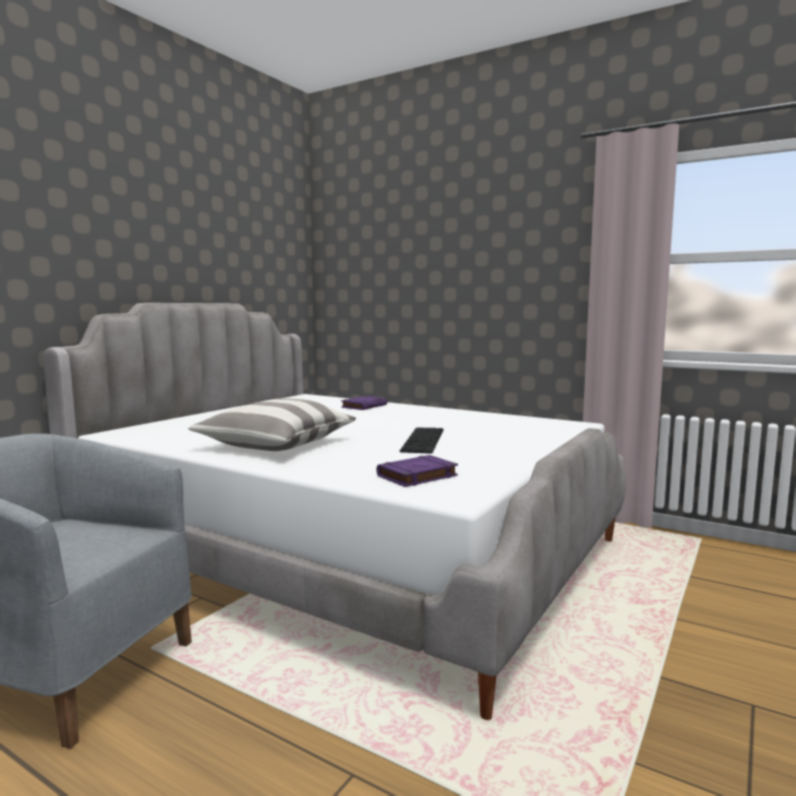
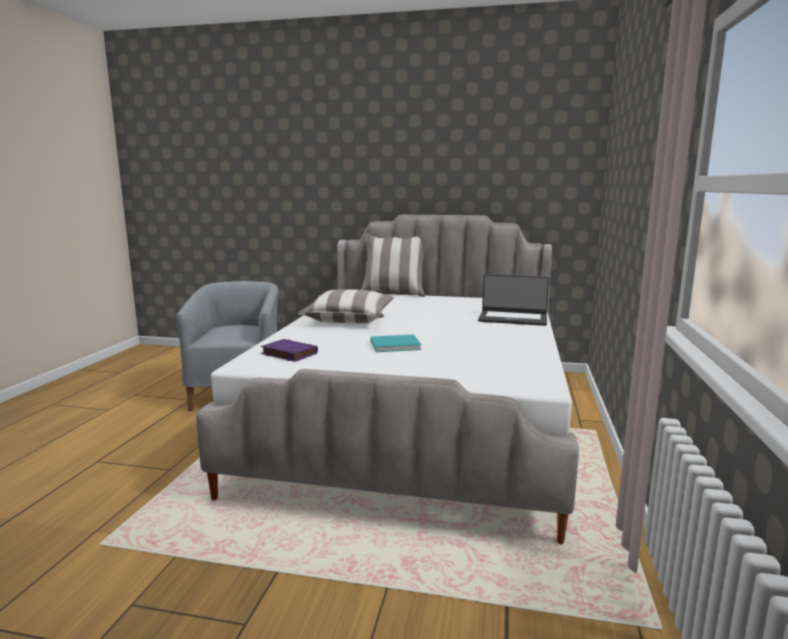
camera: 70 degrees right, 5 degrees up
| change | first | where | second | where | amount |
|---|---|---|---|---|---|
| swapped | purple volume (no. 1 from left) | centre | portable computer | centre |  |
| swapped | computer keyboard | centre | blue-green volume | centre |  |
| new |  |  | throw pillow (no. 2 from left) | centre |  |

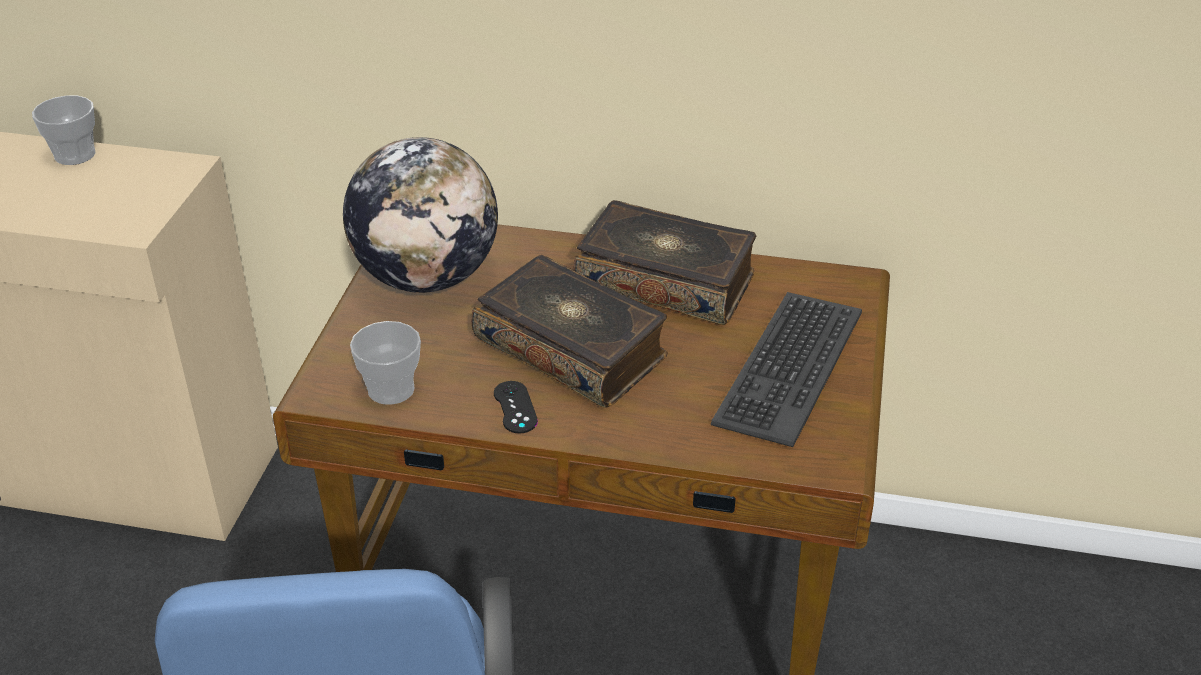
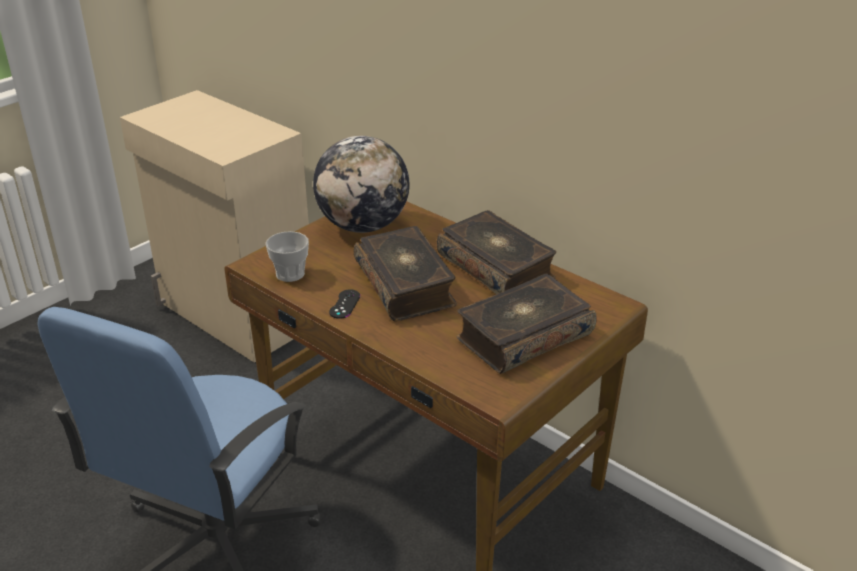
camera: 30 degrees right, 5 degrees down
| change | first | where | second | where | amount |
|---|---|---|---|---|---|
| gone | cup (no. 1 from left) | top left |  |  |  |
| swapped | computer keyboard | centre | volume (no. 3 from left) | centre |  |

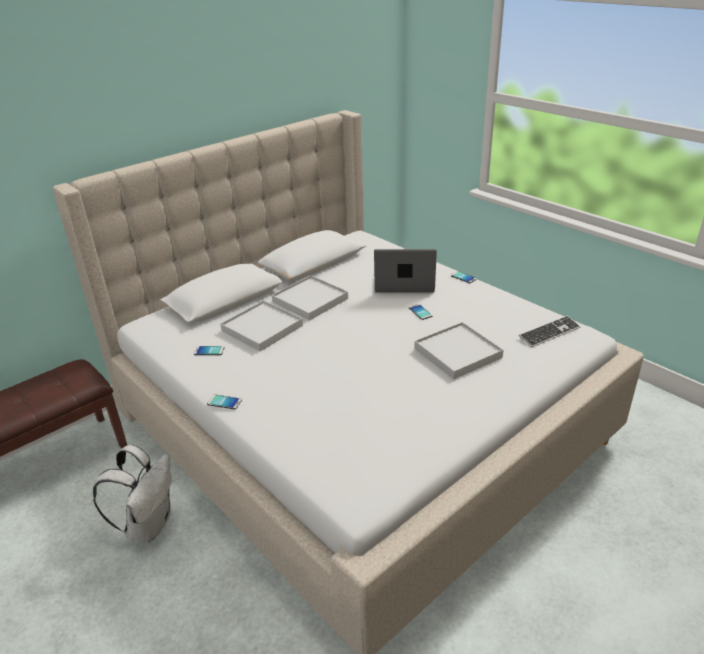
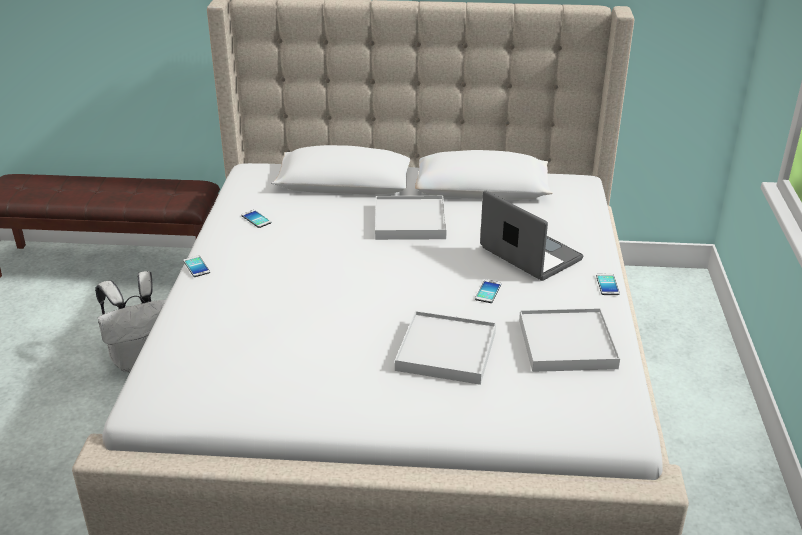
camera: 45 degrees right, 0 degrees up
| change | first | where | second | where | amount |
|---|---|---|---|---|---|
| shifted | white-coloured carrying tray (no. 1 from left in the first image) | centre | white-coloured carrying tray (no. 3 from left) | middle right |  |
| gone | computer keyboard | middle right |  |  |  |

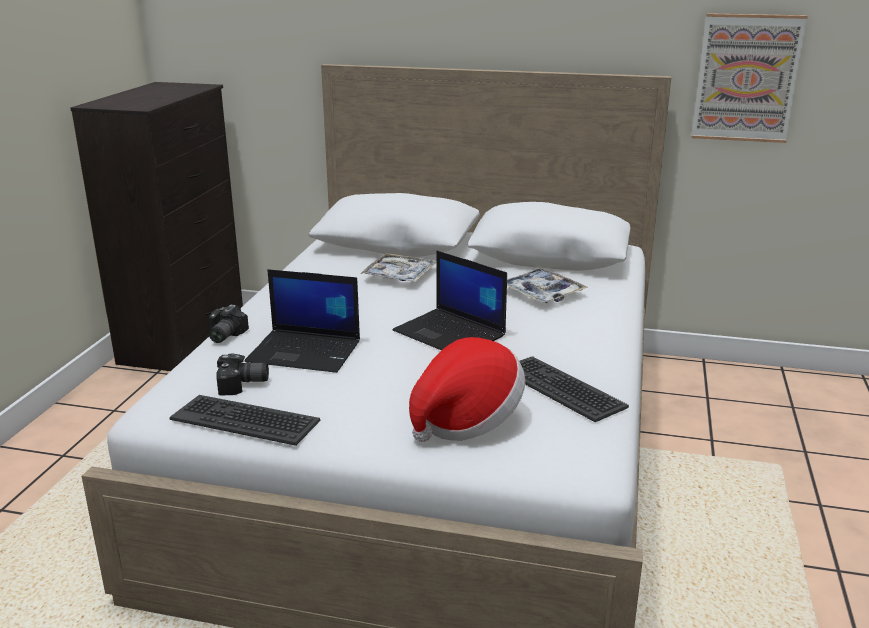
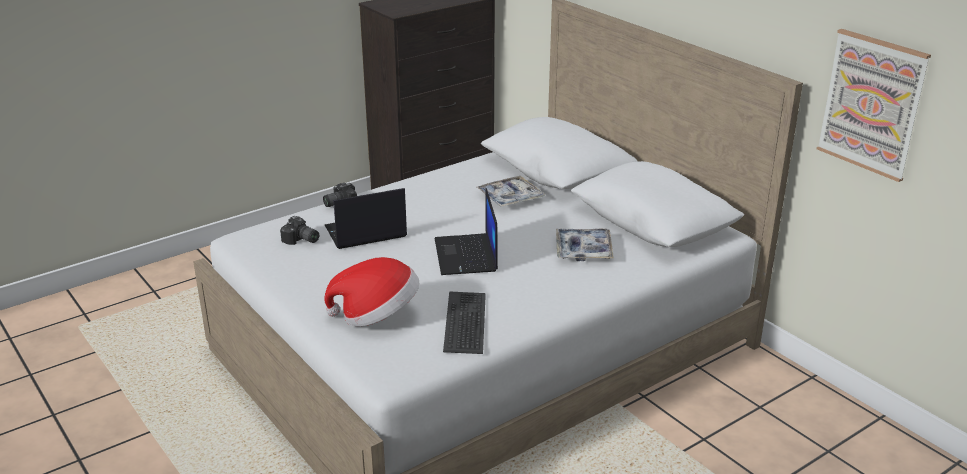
camera: 40 degrees right, 5 degrees up
| change | first | where | second | where | amount |
|---|---|---|---|---|---|
| gone | computer keyboard (no. 1 from left) | bottom left |  |  |  |
| rotated | portable computer (no. 1 from left) | centre |  | centre | 105 degrees clockwise |

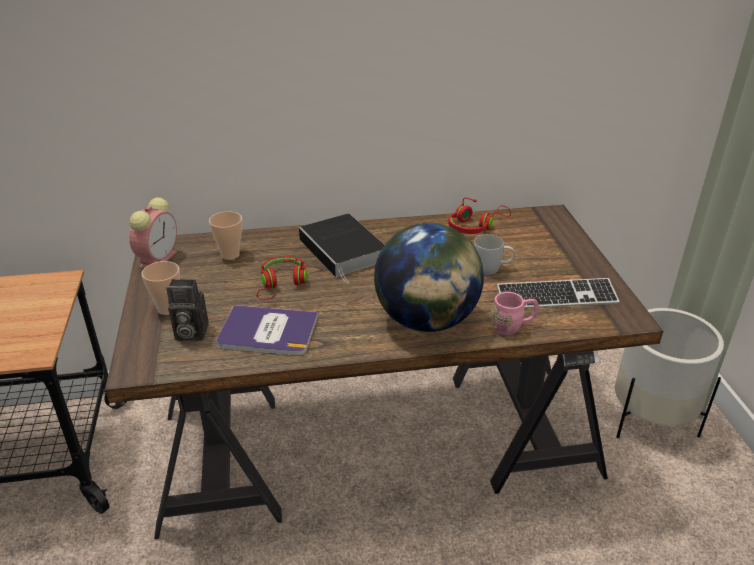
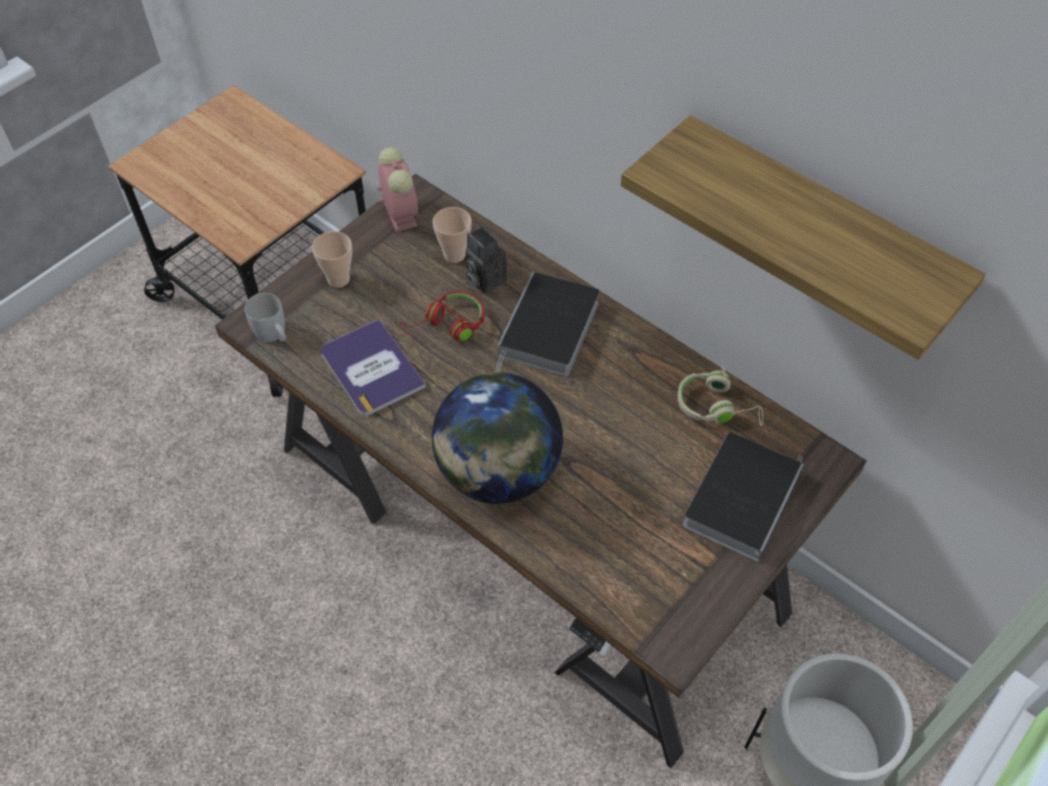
camera: 50 degrees right, 20 degrees up
| change | first | where | second | where | amount |
|---|---|---|---|---|---|
| rotated | bedside clock | middle left |  | top centre | 90 degrees counterclockwise |
| shifted | photo camera | middle left |  | top centre |  |
| repainted | red-coloured headphones (no. 2 from left) | centre | beige headphones | middle right |  |
| shifted | white-coloured coffee mug | centre |  | middle left |  |
| gone | pink coffee mug | middle right |  |  |  |
| gone | computer keyboard | middle right |  |  |  |
| new |  |  | wall shelf | top right |  |
| new |  |  | volume (no. 3 from left) | middle right |  |

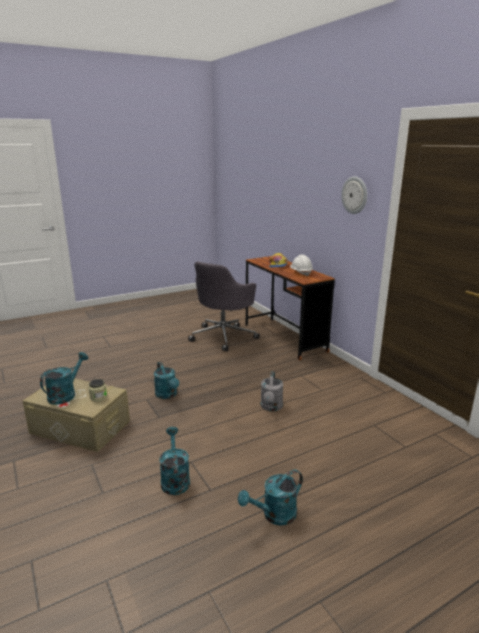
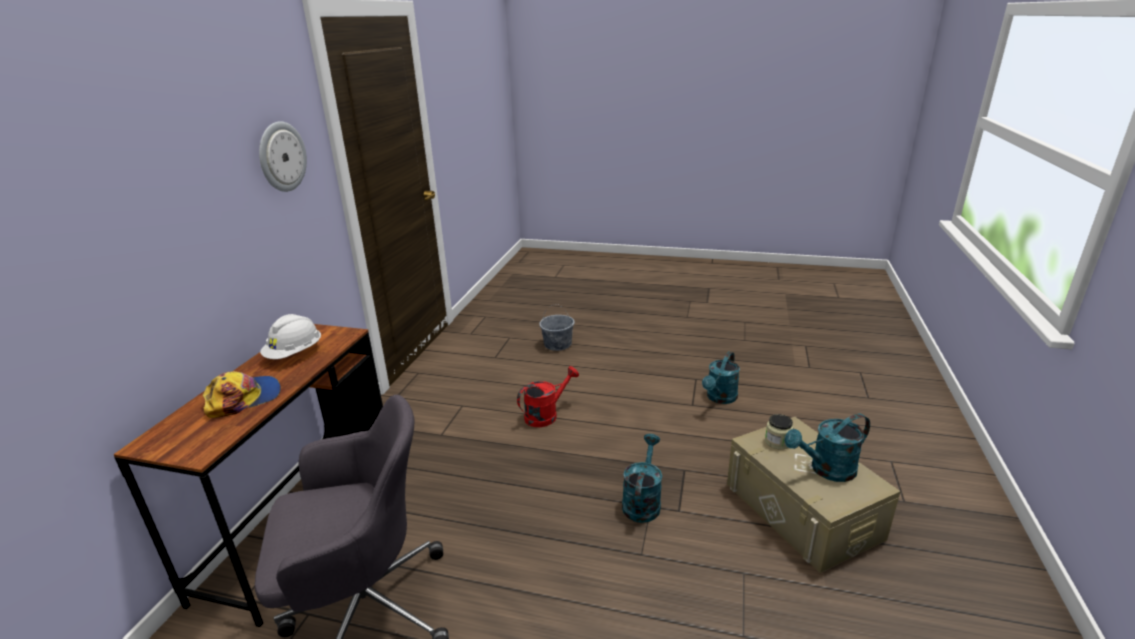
camera: 135 degrees left, 5 degrees up
| change | first | where | second | where | amount |
|---|---|---|---|---|---|
| gone | blue-green watering pot (no. 4 from left) | bottom centre |  |  |  |
| repainted | greyish watering pot | centre | red-coloured watering pot | centre |  |
| new |  |  | greyish pail | centre |  |

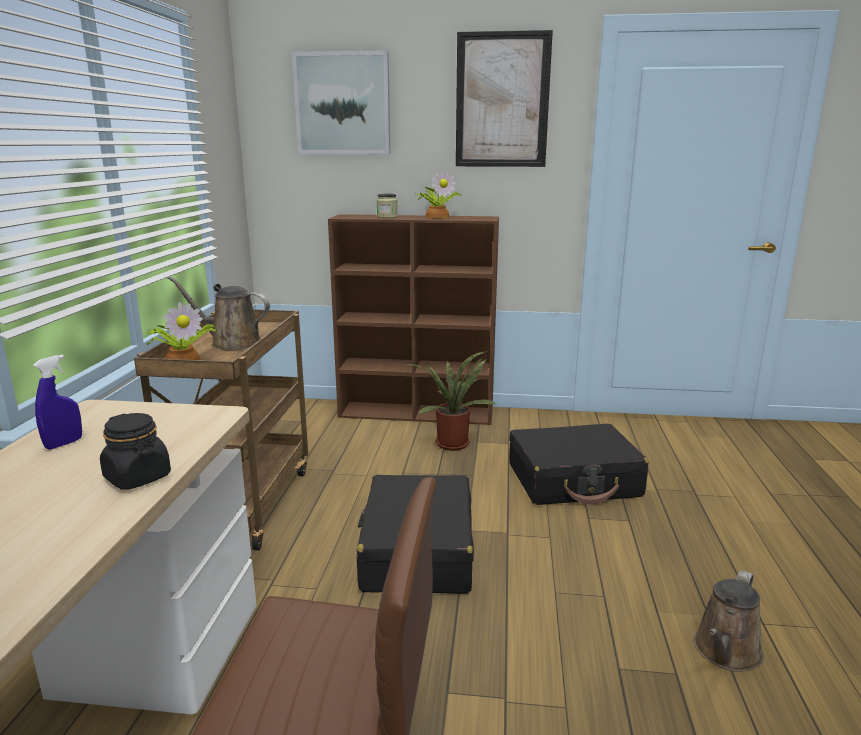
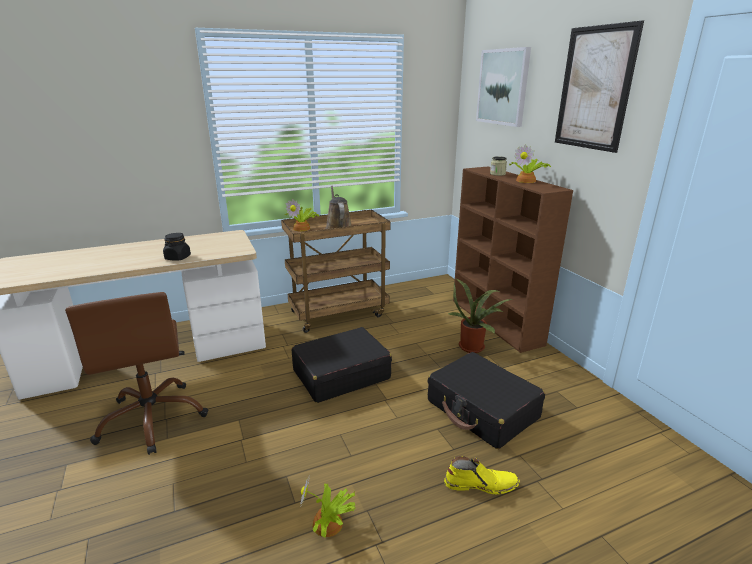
camera: 60 degrees right, 5 degrees up
| change | first | where | second | where | amount |
|---|---|---|---|---|---|
| gone | bluish hand sprayer | middle left |  |  |  |
| swapped | brown watering pot (no. 2 from left) | bottom right | houseplant (no. 2 from left) | bottom centre |  |
| new |  |  | yellow-coloured tall boot | bottom centre |  |

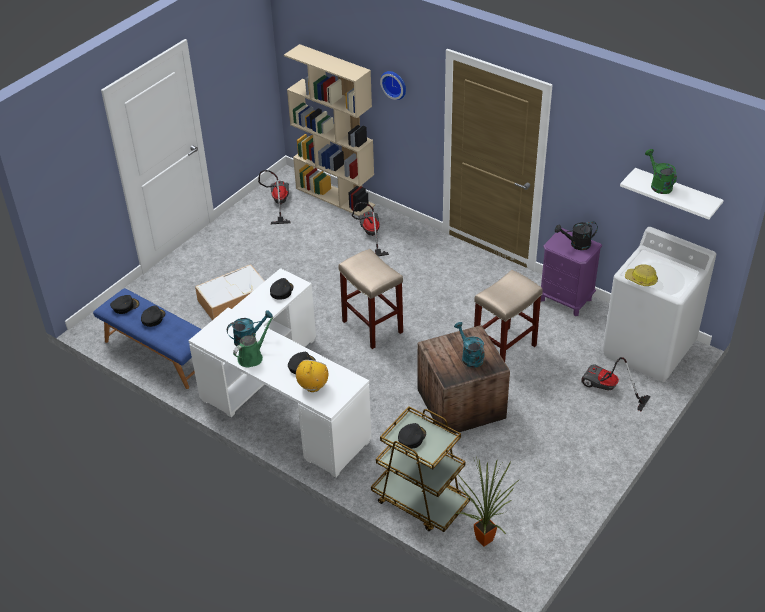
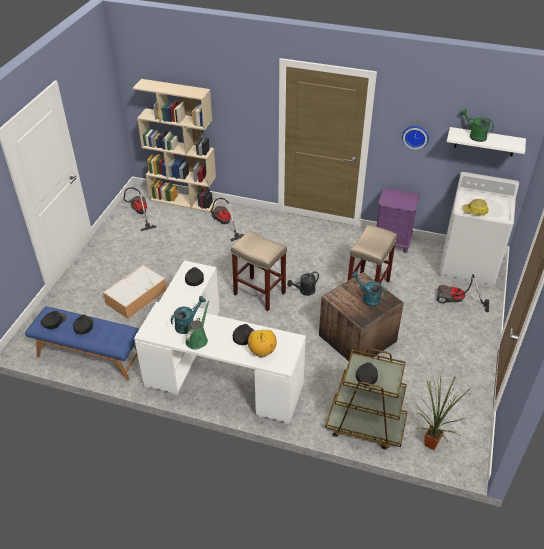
camera: 20 degrees left, 0 degrees up
| change | first | where | second | where | amount |
|---|---|---|---|---|---|
| shifted | wall clock | top centre |  | top right |  |
| shifted | blackish watering pot | middle right |  | centre |  |

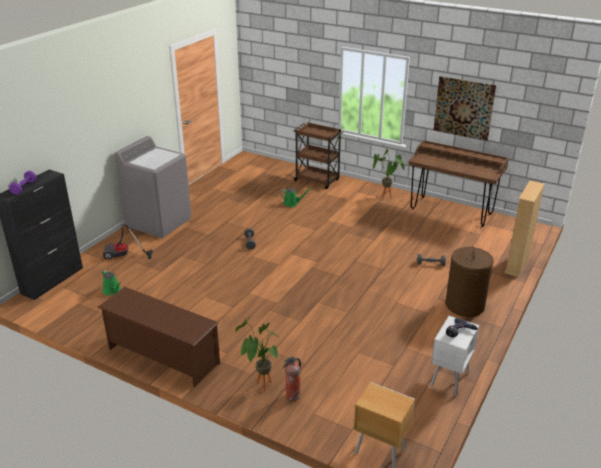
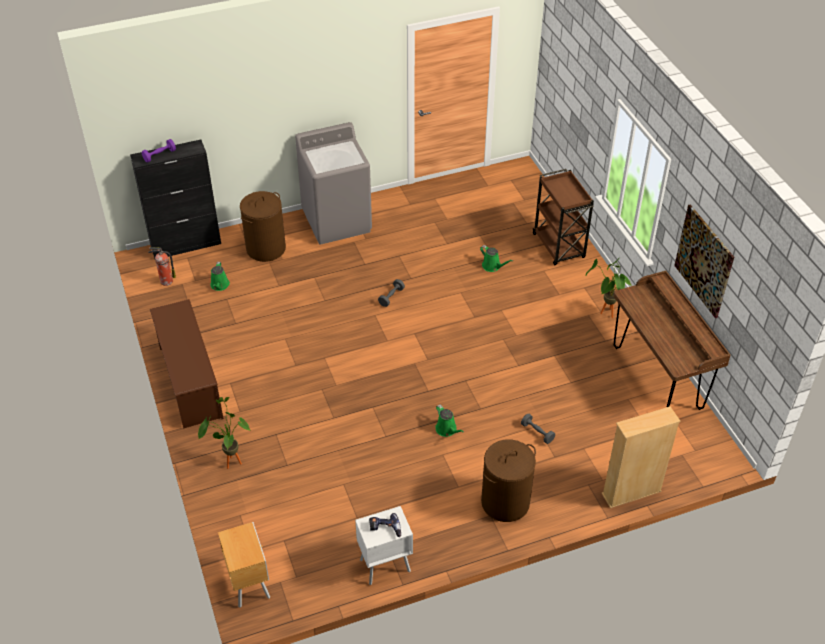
camera: 40 degrees right, 15 degrees up
| change | first | where | second | where | amount |
|---|---|---|---|---|---|
| swapped | vacuum cleaner | middle left | brown laundry basket (no. 1 from left) | middle left |  |
| shifted | fire extinguisher | bottom centre |  | middle left |  |
| new |  |  | green-coloured watering pot (no. 2 from left) | centre |  |

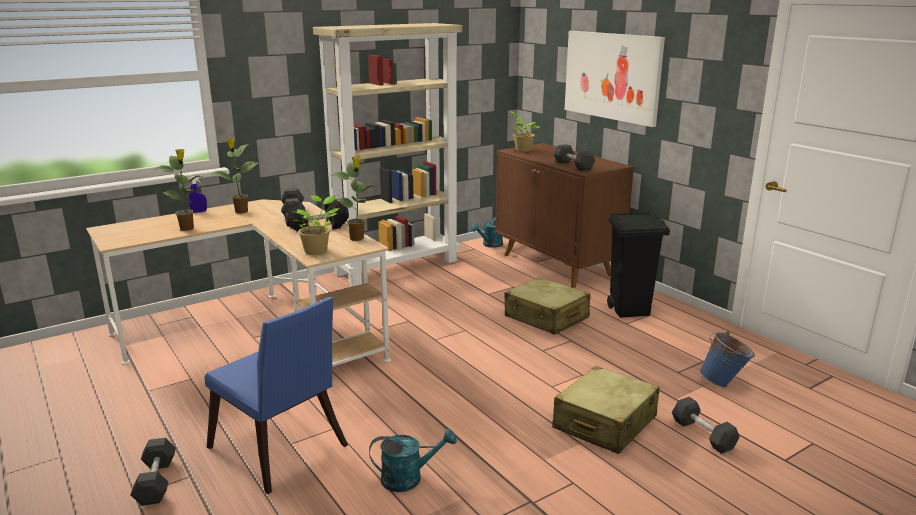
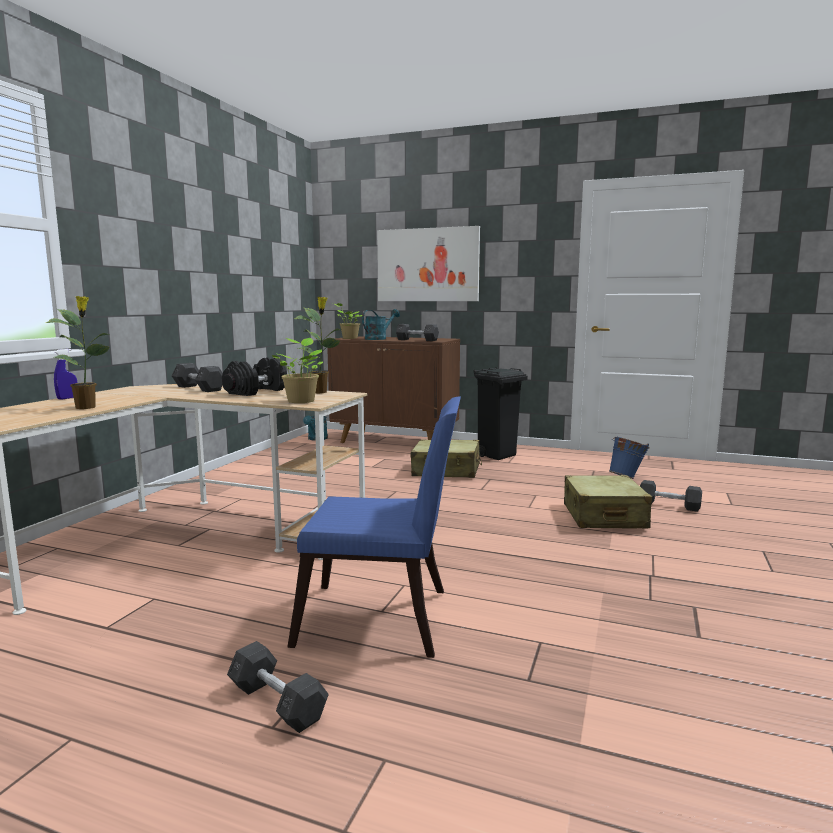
camera: 35 degrees left, 10 degrees down
| change | first | where | second | where | amount |
|---|---|---|---|---|---|
| gone | houseplant (no. 2 from left) | middle left |  |  |  |
| gone | beige bookshelf | top centre |  |  |  |
| shifted | blue-green watering pot (no. 1 from left in the first image) | bottom centre | blue-green watering pot (no. 2 from left) | centre |  |

